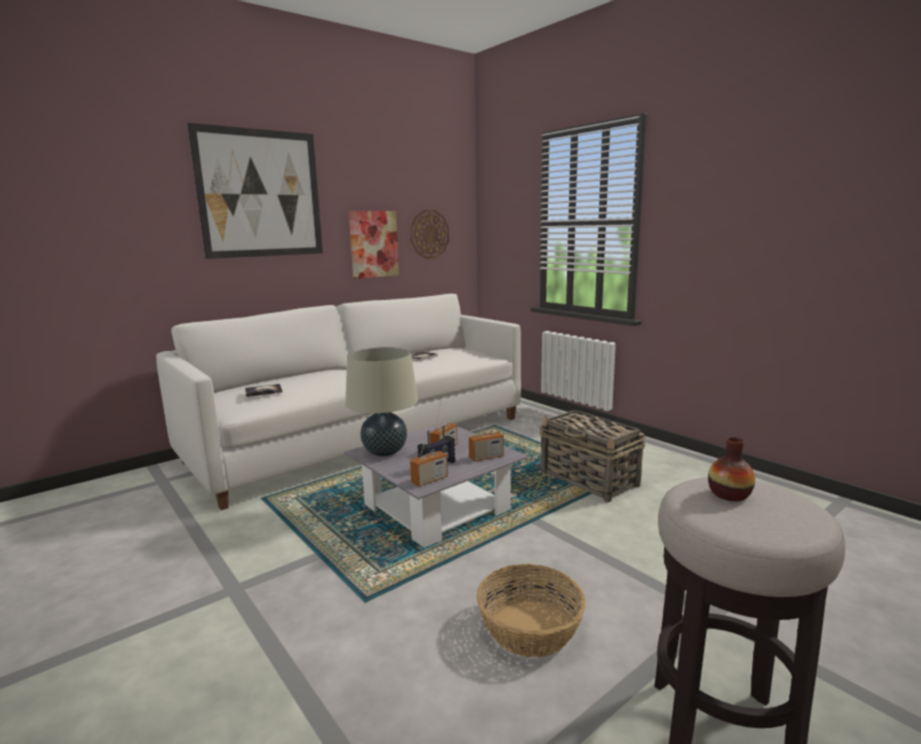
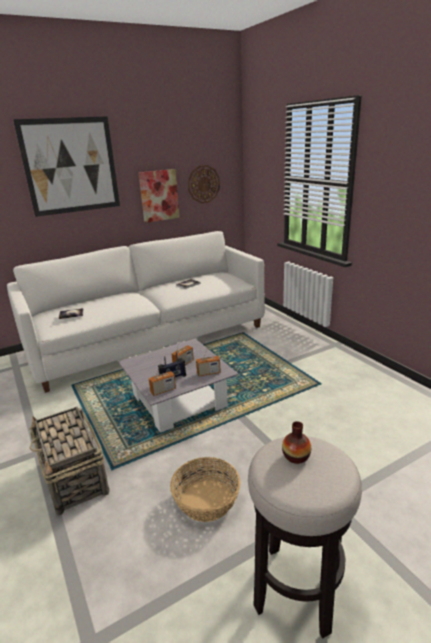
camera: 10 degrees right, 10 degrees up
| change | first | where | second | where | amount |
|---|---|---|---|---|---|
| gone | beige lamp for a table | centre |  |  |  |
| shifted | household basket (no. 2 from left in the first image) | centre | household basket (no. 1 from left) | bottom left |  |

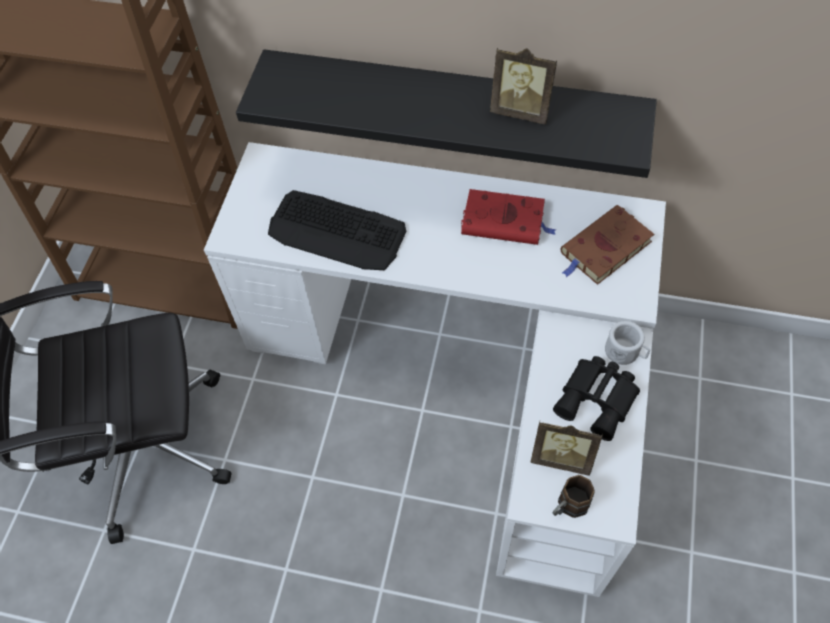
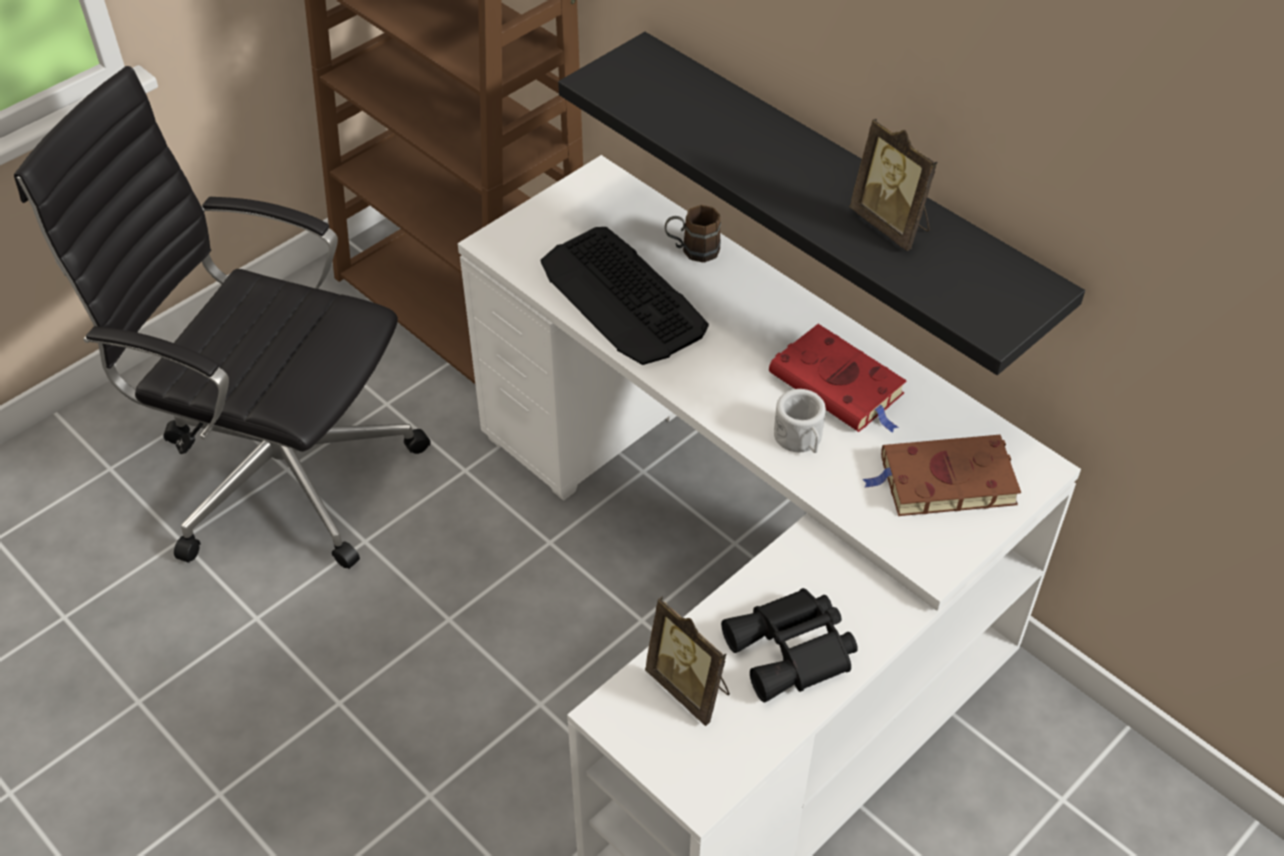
camera: 30 degrees right, 10 degrees down
| change | first | where | second | where | amount |
|---|---|---|---|---|---|
| shifted | brown coffee mug | bottom right |  | top centre |  |
| shifted | white-coloured coffee mug | middle right |  | centre |  |

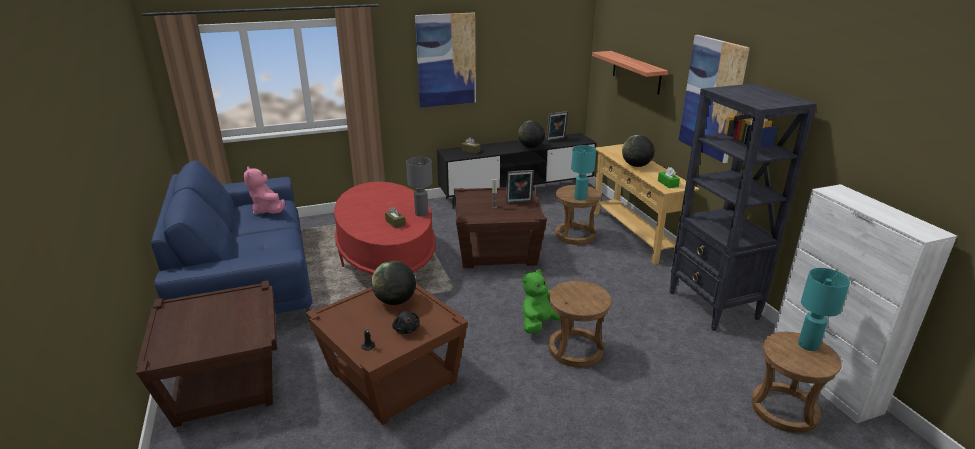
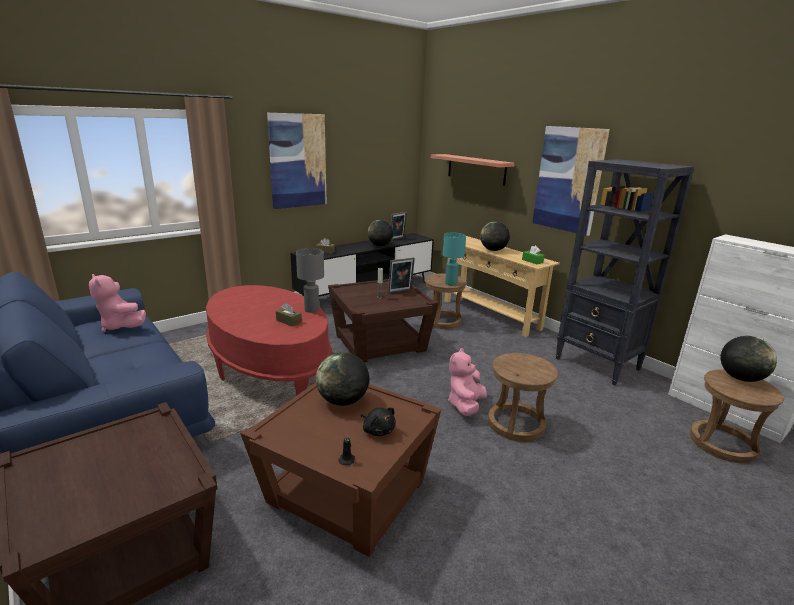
camera: 20 degrees left, 5 degrees down
| change | first | where | second | where | amount |
|---|---|---|---|---|---|
| repainted | green-coloured cuddly toy | bottom centre | pink cuddly toy (no. 2 from left) | centre |  |
| swapped | blue-green lamp for a table (no. 2 from left) | bottom right | globe (no. 4 from left) | middle right |  |

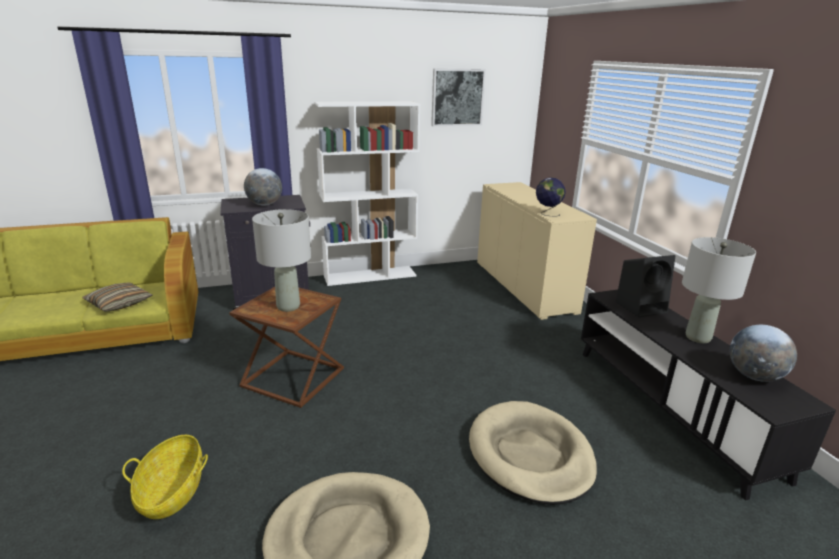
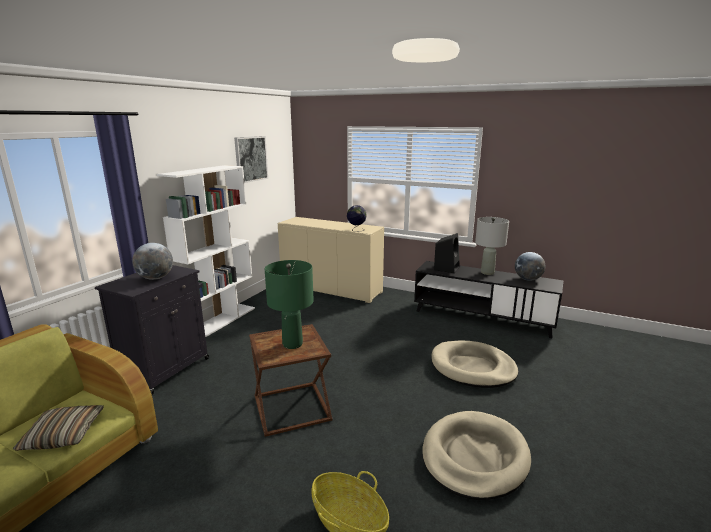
camera: 45 degrees left, 5 degrees down
| change | first | where | second | where | amount |
|---|---|---|---|---|---|
| repainted | greyish lamp for a table (no. 1 from left) | centre | green-coloured lamp for a table | centre |  |

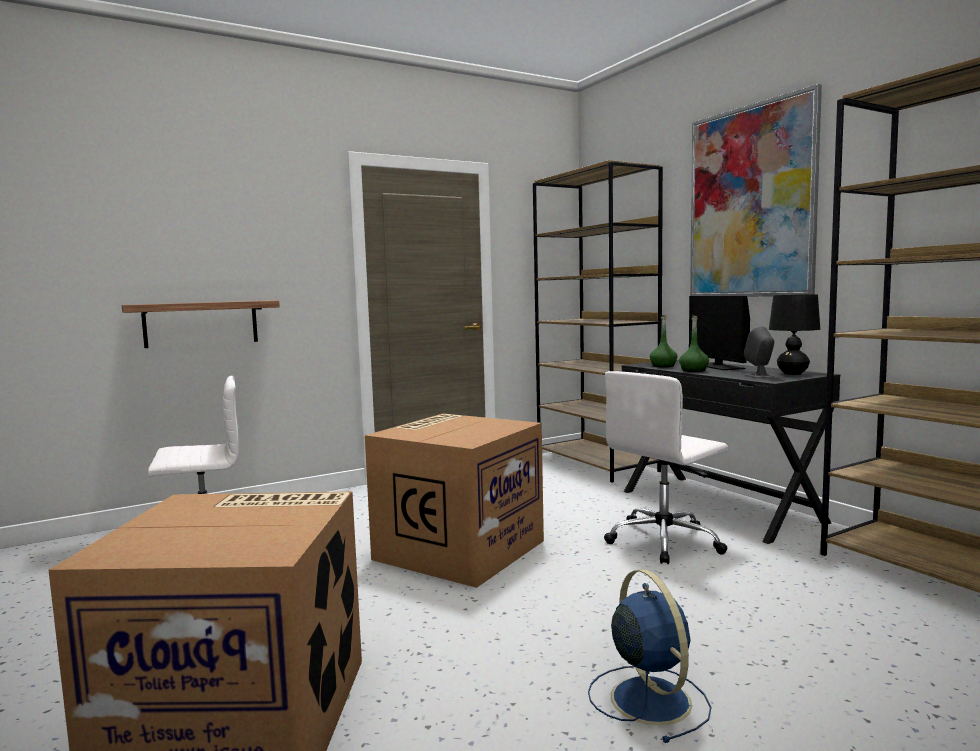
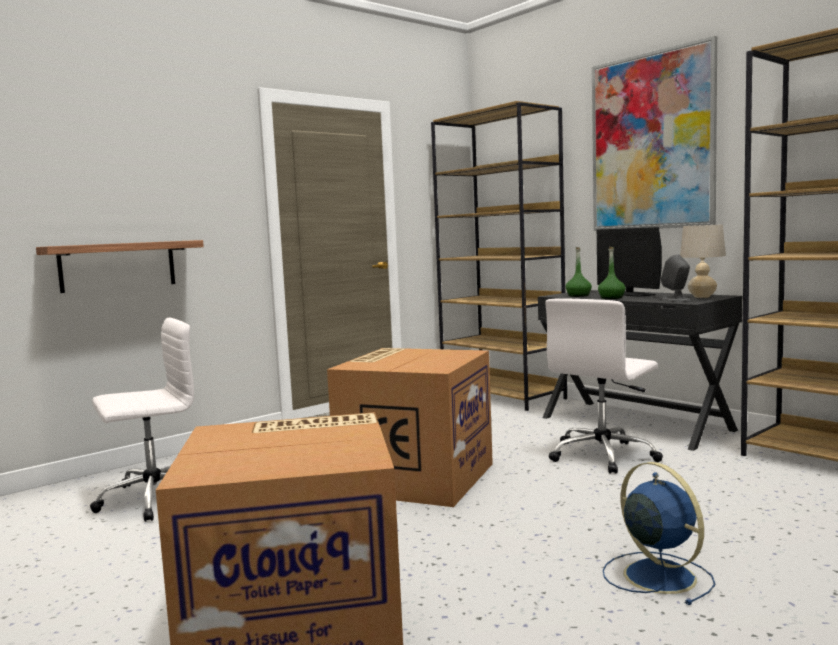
camera: 10 degrees left, 0 degrees up
| change | first | where | second | where | amount |
|---|---|---|---|---|---|
| repainted | blackish lamp for a table | middle right | beige lamp for a table | middle right |  |

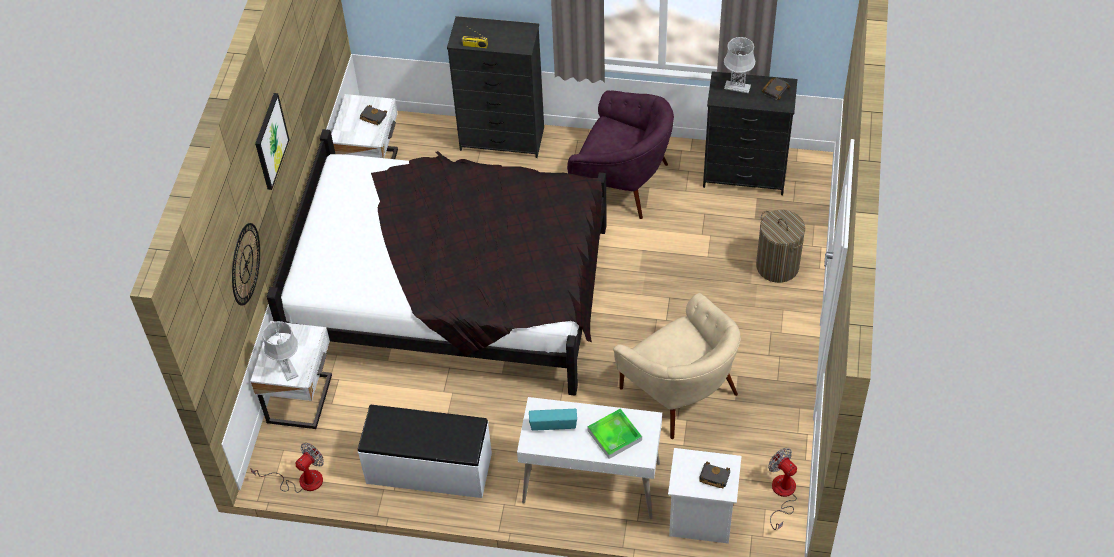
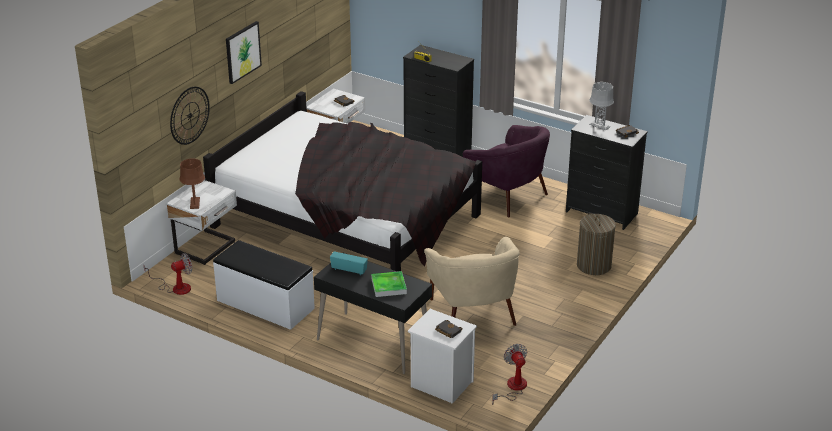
camera: 20 degrees right, 20 degrees down
| change | first | where | second | where | amount |
|---|---|---|---|---|---|
| repainted | greyish lamp for a table (no. 1 from left) | middle left | brown lamp for a table | middle left |  |
| repainted | white-coloured desk unit | bottom centre | blackish desk unit | bottom centre |  |

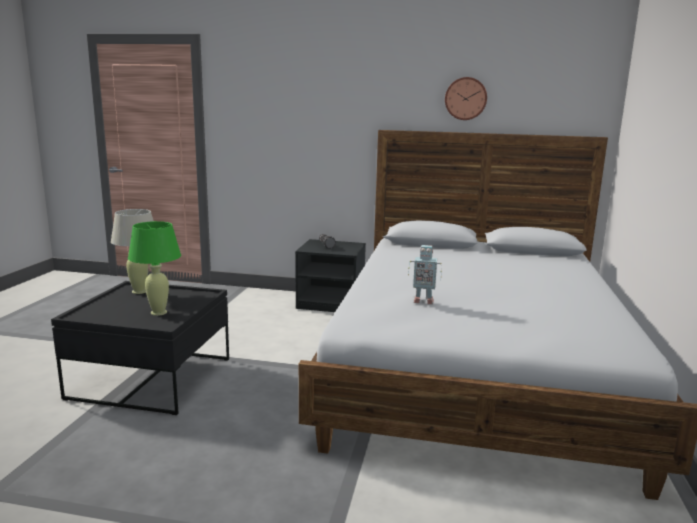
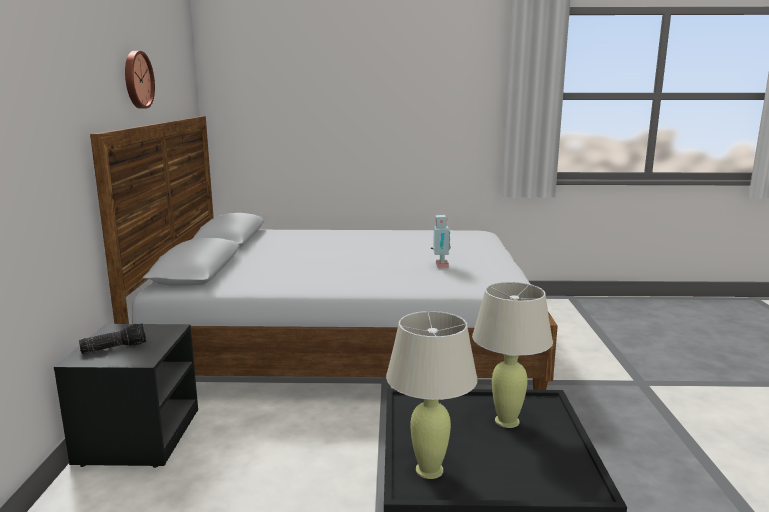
camera: 100 degrees left, 0 degrees up
| change | first | where | second | where | amount |
|---|---|---|---|---|---|
| repainted | green-coloured lamp for a table | middle left | beige lamp for a table (no. 2 from left) | bottom centre |  |

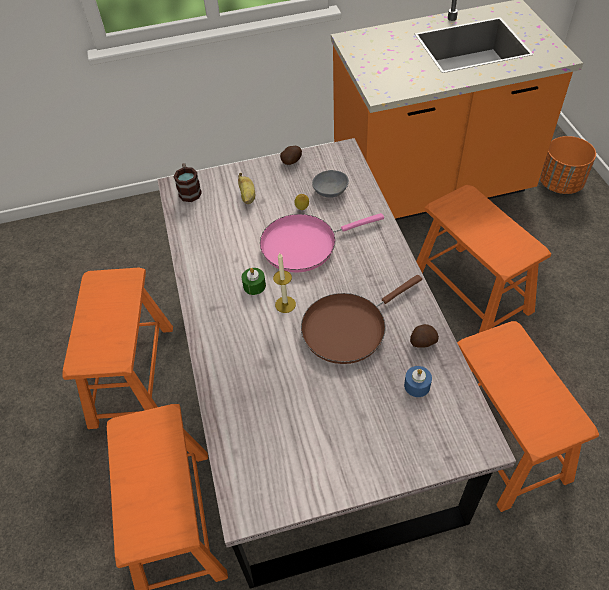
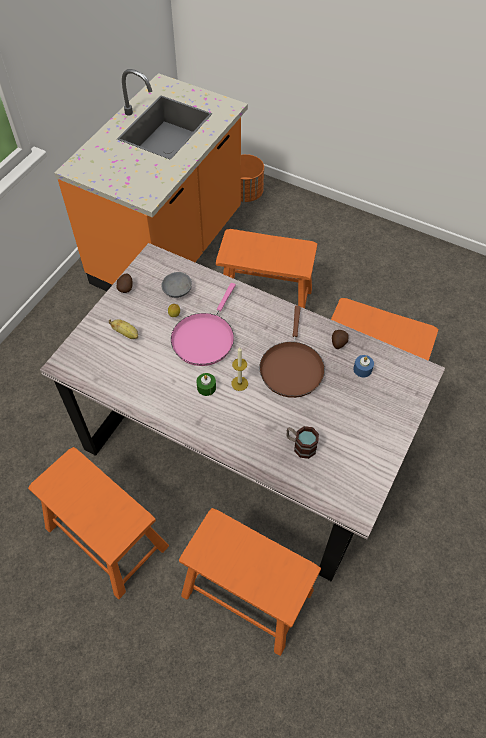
camera: 50 degrees left, 5 degrees up
| change | first | where | second | where | amount |
|---|---|---|---|---|---|
| shifted | coffee mug | top left |  | centre |  |

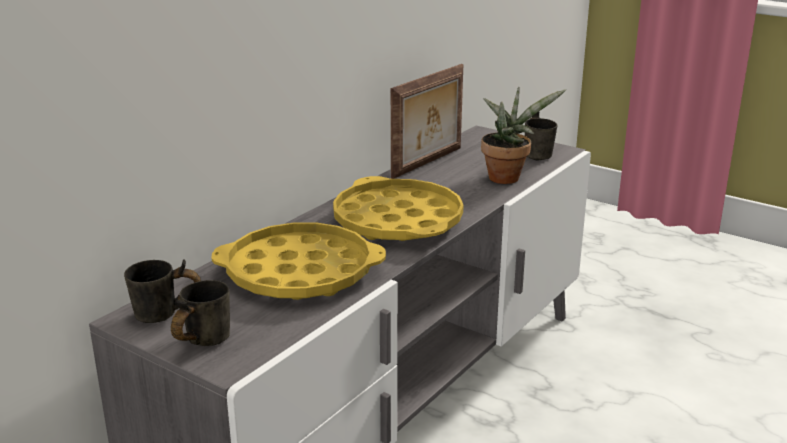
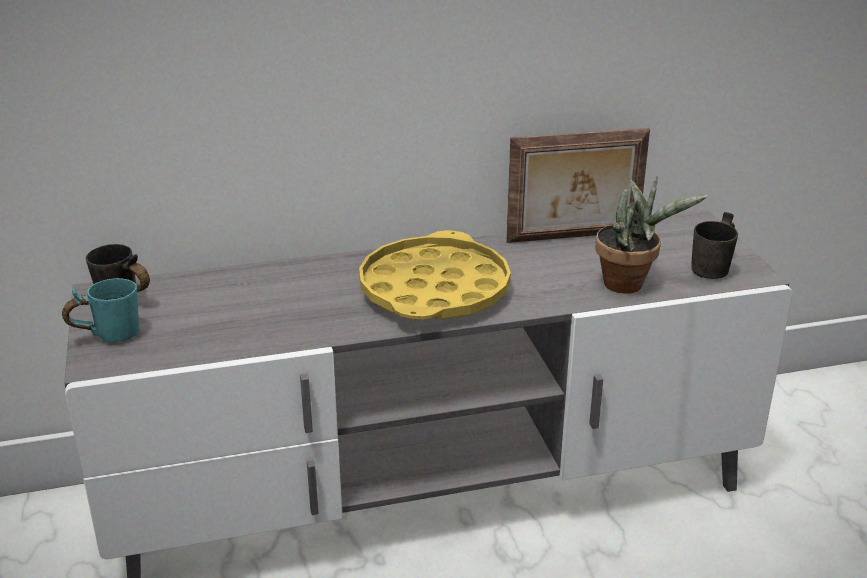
camera: 40 degrees right, 5 degrees up
| change | first | where | second | where | amount |
|---|---|---|---|---|---|
| repainted | greyish coffee mug (no. 2 from left) | bottom left | blue-green coffee mug | middle left |  |
| gone | yellow-coloured carrying tray (no. 1 from left) | centre |  |  |  |

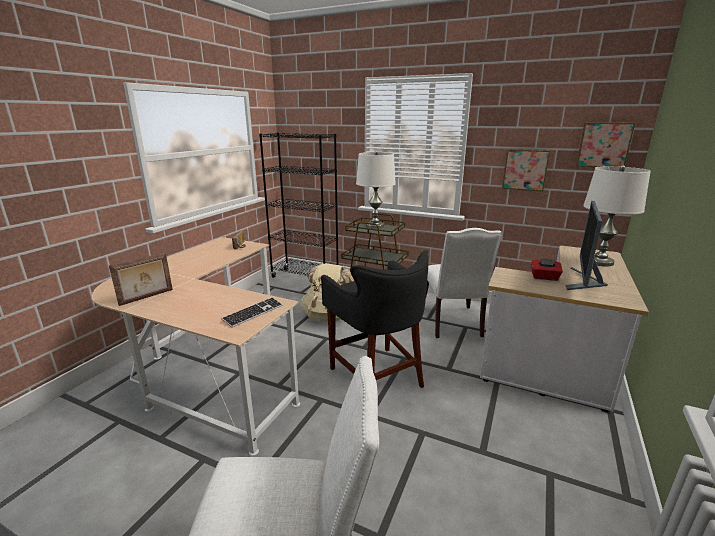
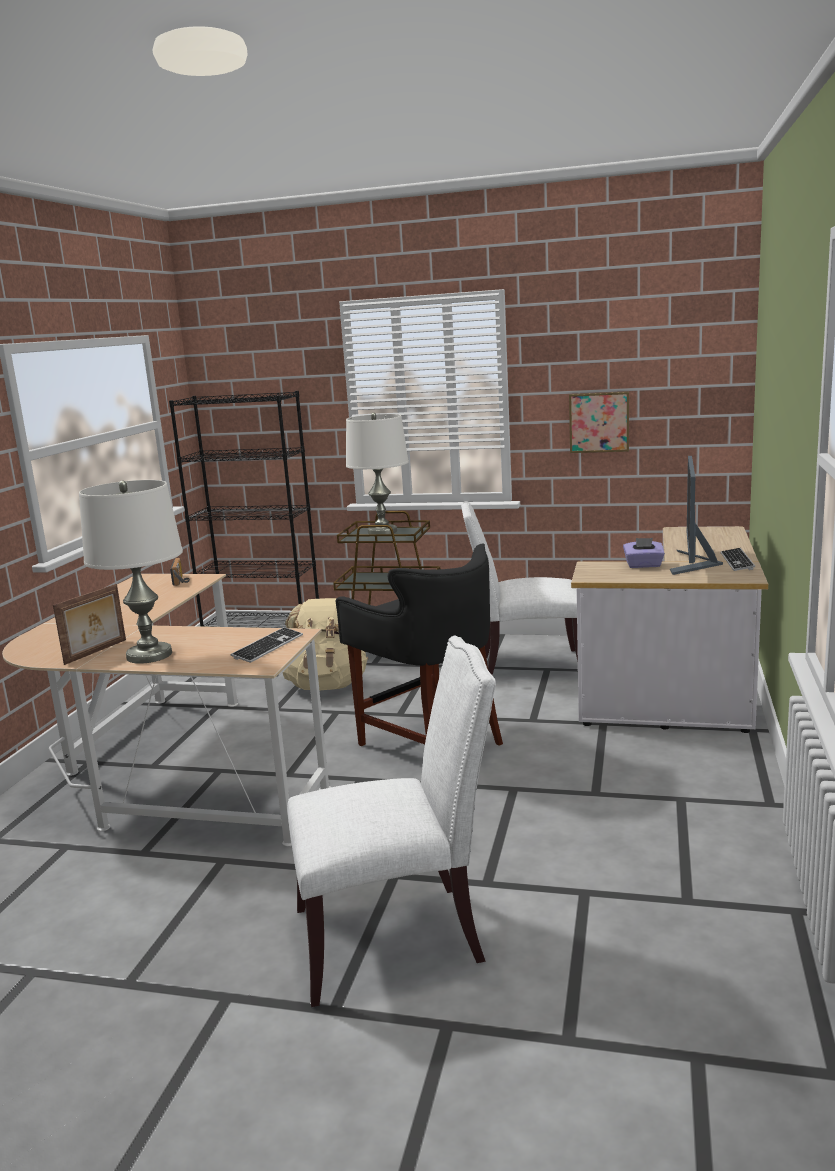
camera: 10 degrees left, 5 degrees down
| change | first | where | second | where | amount |
|---|---|---|---|---|---|
| rotated | white-coloured chair (no. 2 from left) | centre |  | centre | 105 degrees clockwise |
| repainted | red-coloured tissue box | middle right | purple tissue box | middle right |  |
| gone | wall picture (no. 2 from left) | top right |  |  |  |
| shifted | white-coloured lamp for a table (no. 2 from left in the first image) | middle right | white-coloured lamp for a table (no. 1 from left) | middle left |  |
| new |  |  | computer keyboard (no. 2 from left) | middle right |  |

